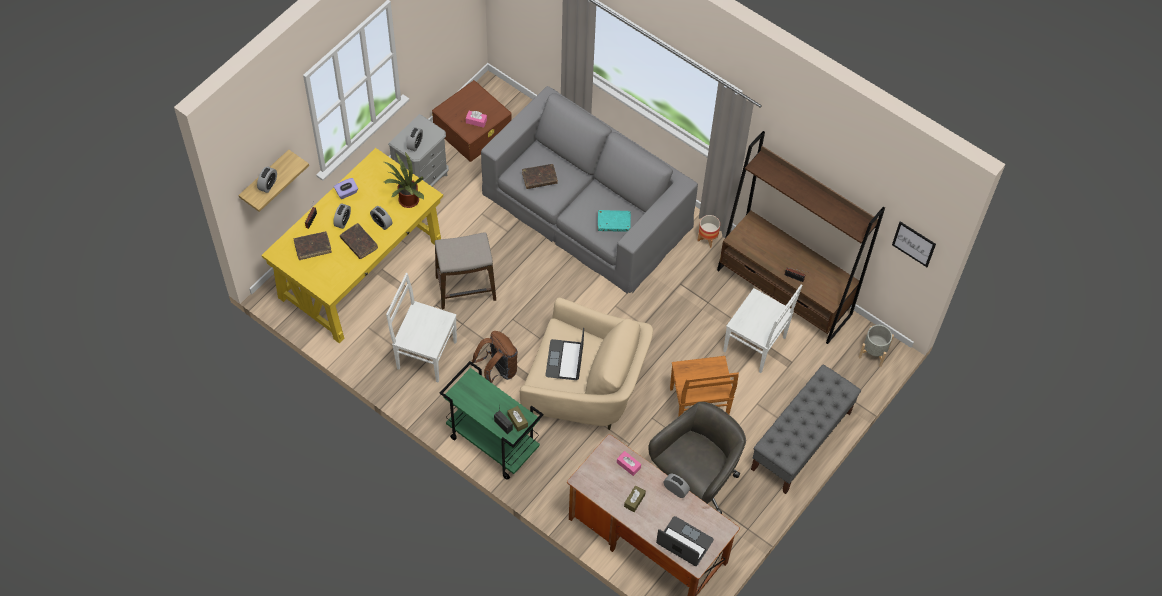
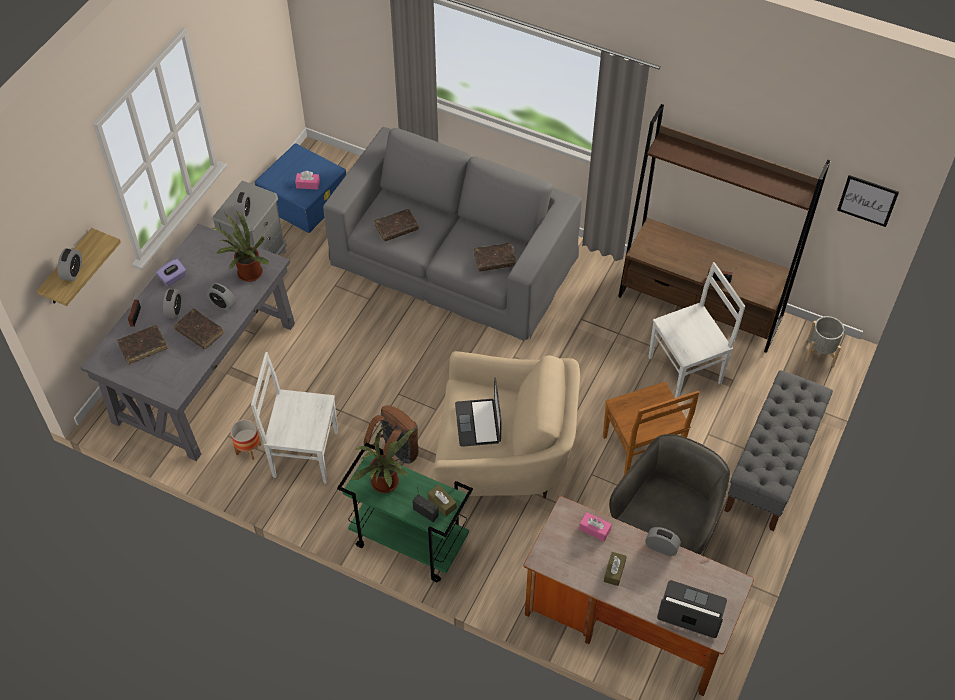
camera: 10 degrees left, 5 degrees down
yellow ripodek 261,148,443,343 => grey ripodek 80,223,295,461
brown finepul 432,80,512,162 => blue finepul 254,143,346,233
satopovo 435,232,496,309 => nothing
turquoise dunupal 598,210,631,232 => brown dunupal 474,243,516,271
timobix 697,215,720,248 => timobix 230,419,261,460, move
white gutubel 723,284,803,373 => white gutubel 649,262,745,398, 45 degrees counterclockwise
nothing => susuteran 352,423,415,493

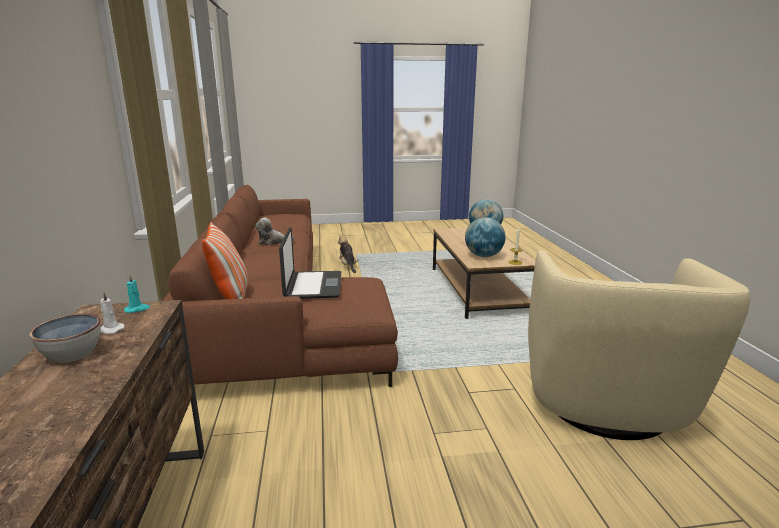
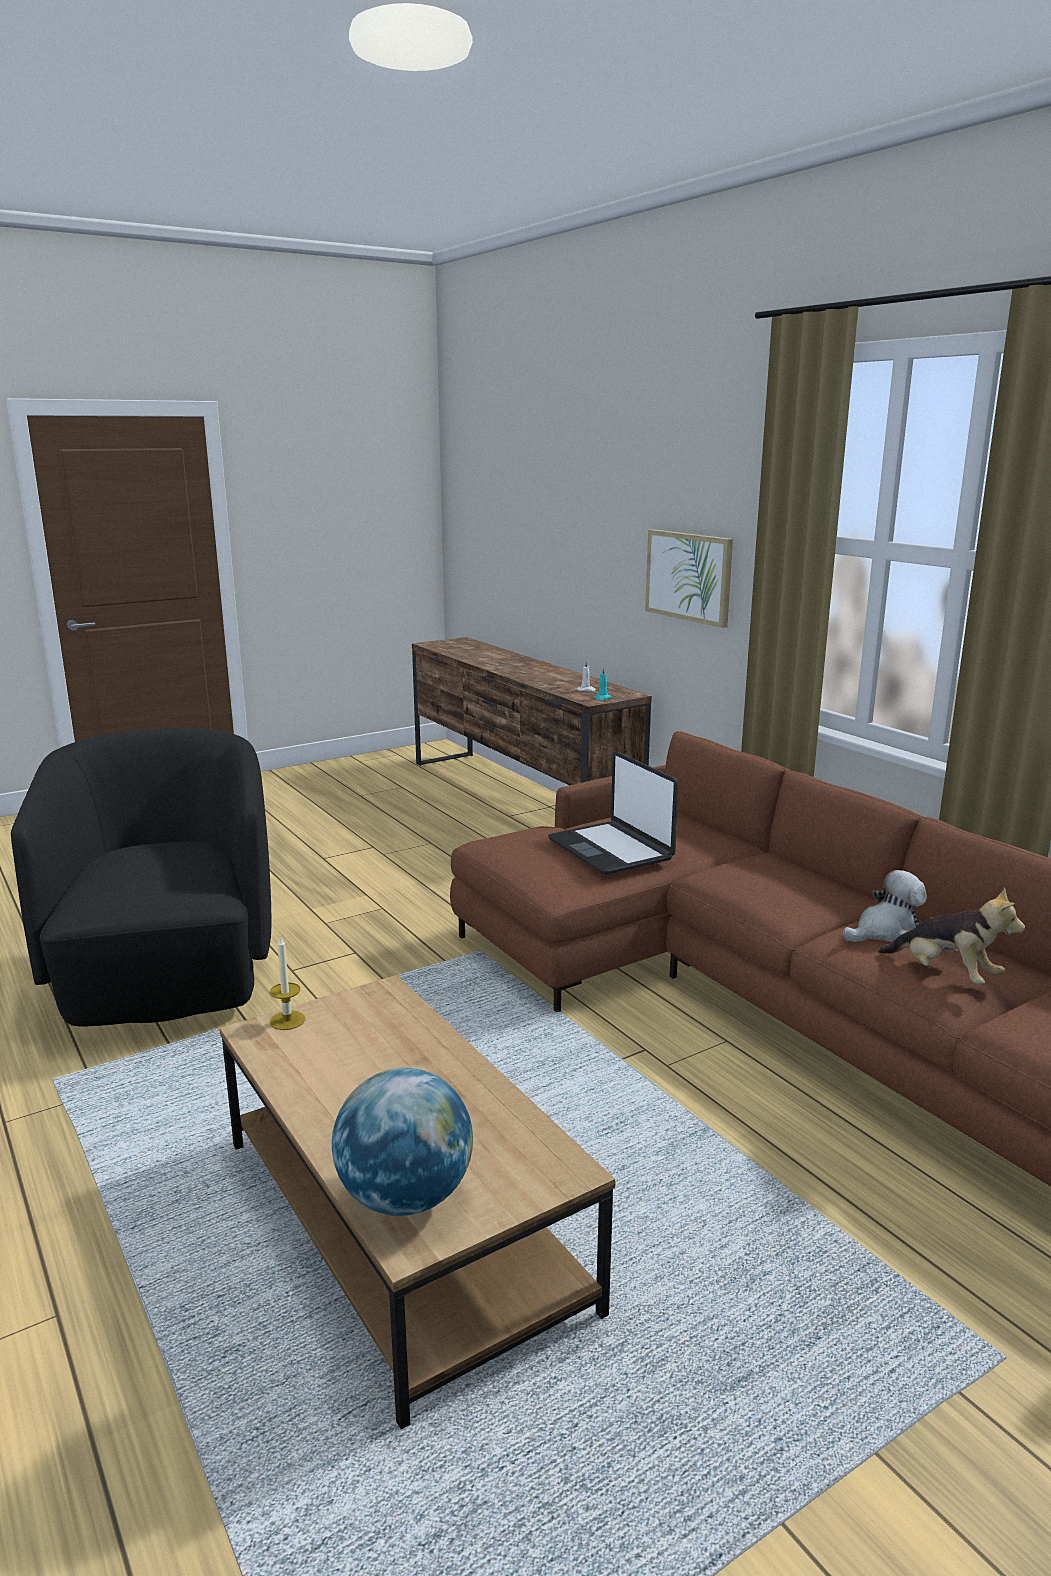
camera: 155 degrees right, 0 degrees up
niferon 29,314,101,363 => nothing
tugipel 202,222,248,299 => nothing
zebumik 338,233,359,273 => zebumik 878,887,1025,984, move
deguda 465,217,506,257 => nothing
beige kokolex 528,250,750,440 => black kokolex 11,728,271,1026
nothing => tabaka 645,529,733,628

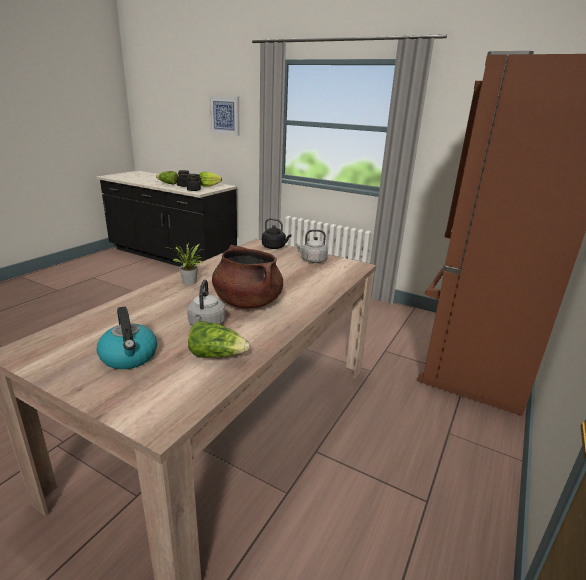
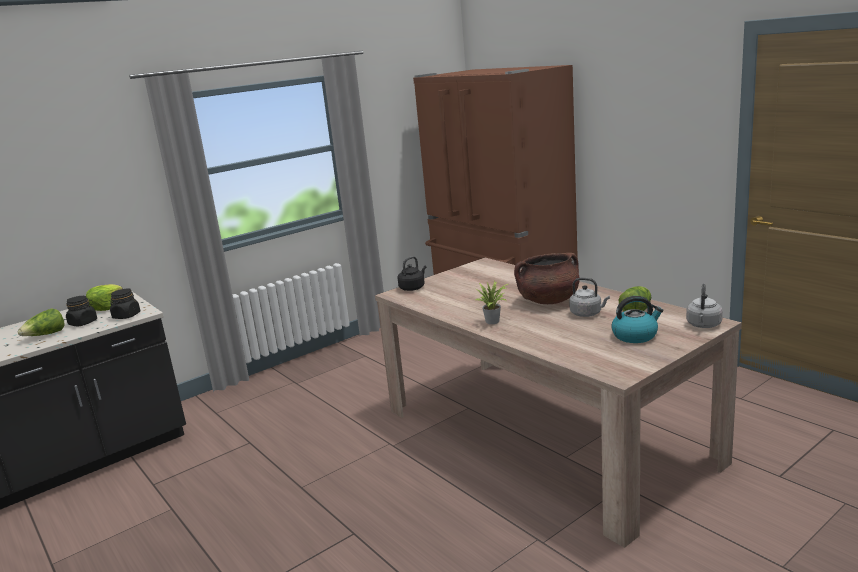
camera: 65 degrees left, 5 degrees down
tabaka 209,95,240,136 => nothing
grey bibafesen 295,229,328,263 => grey bibafesen 686,284,723,328, move

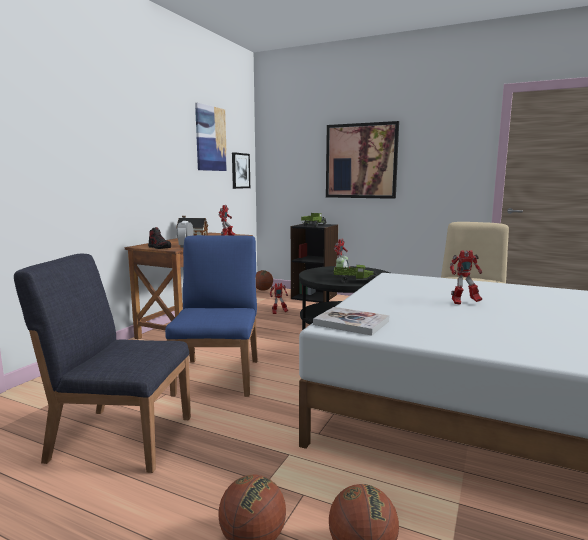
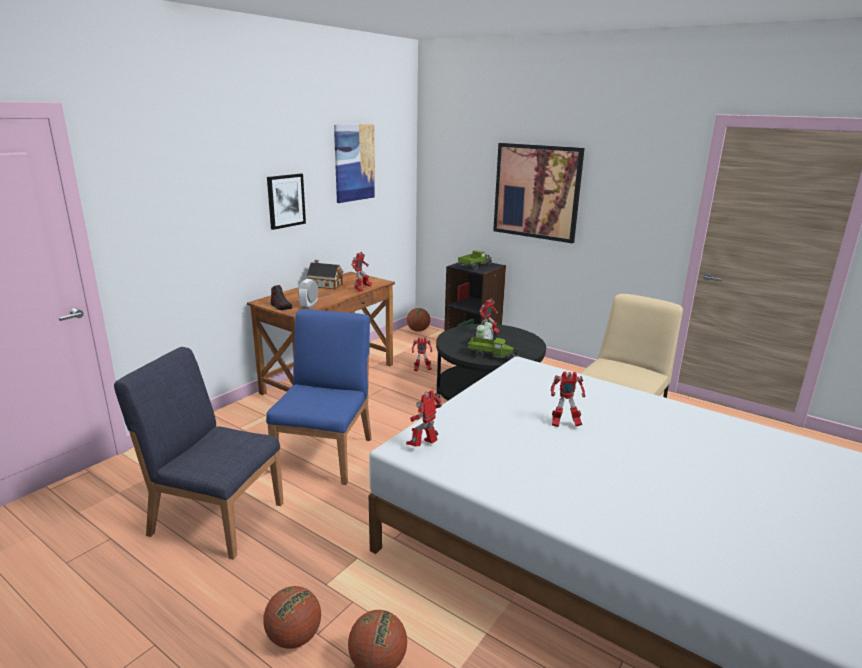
camera: 10 degrees right, 10 degrees up
tabaka 232,152,250,189 => tabaka 267,173,306,230, move
dunupal 313,307,389,336 => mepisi 406,390,443,447

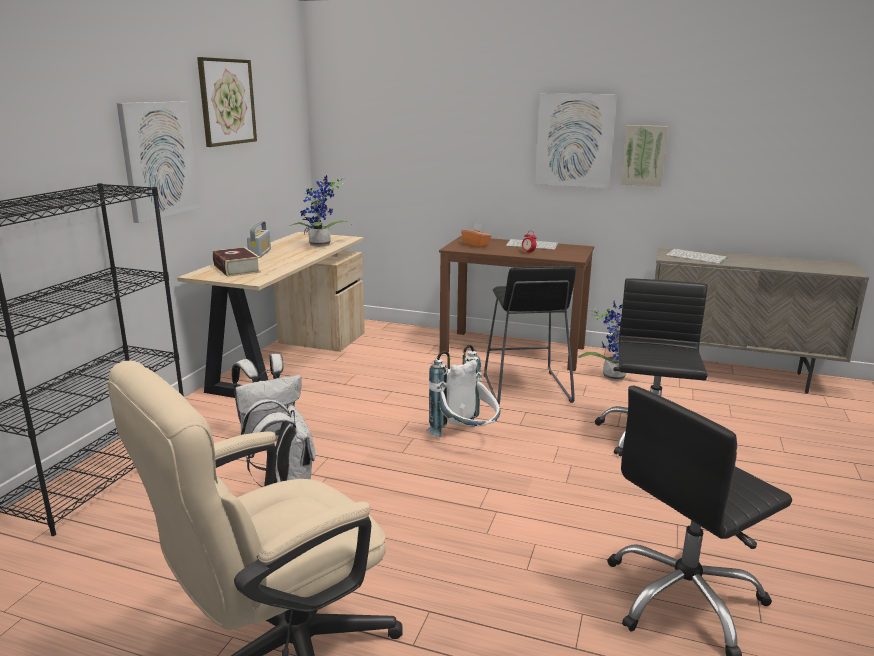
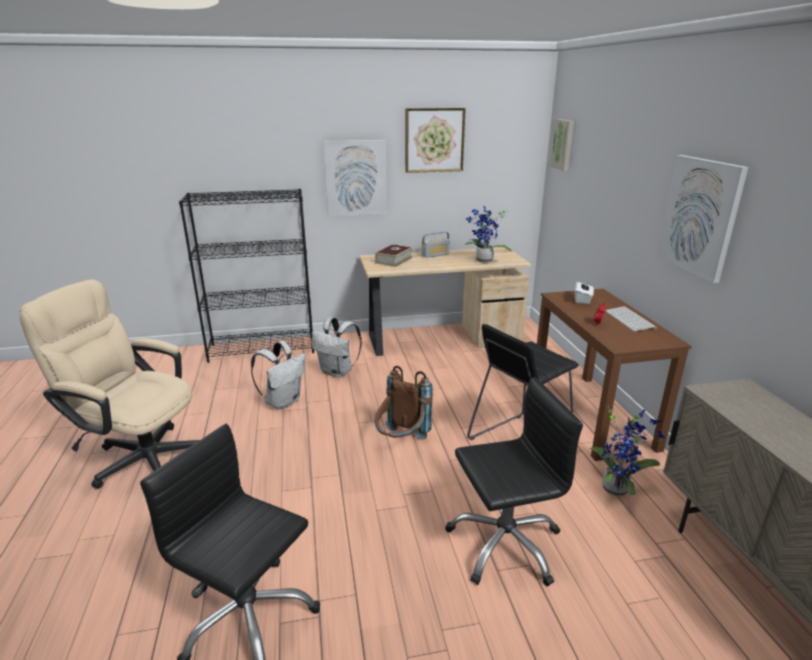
camera: 60 degrees right, 5 degrees up
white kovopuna 426,345,500,437 => brown kovopuna 375,366,433,440
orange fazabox 461,223,491,248 => white fazabox 575,280,594,304
tabaka 621,125,668,186 => tabaka 550,119,574,171, move
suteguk 666,249,728,264 => nothing

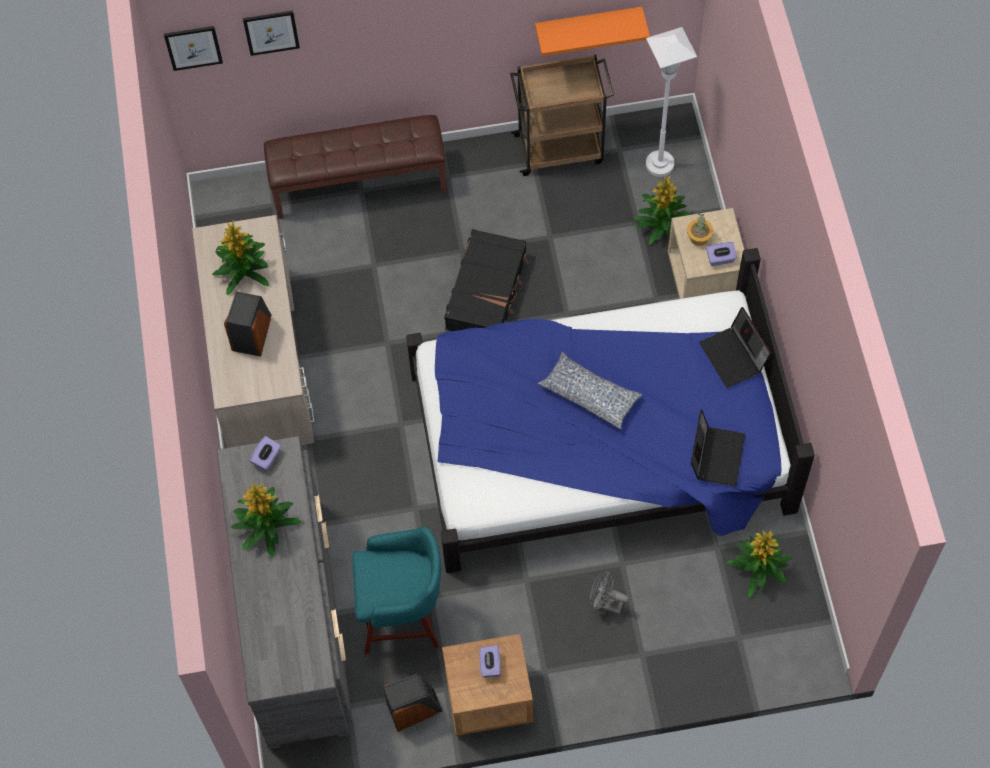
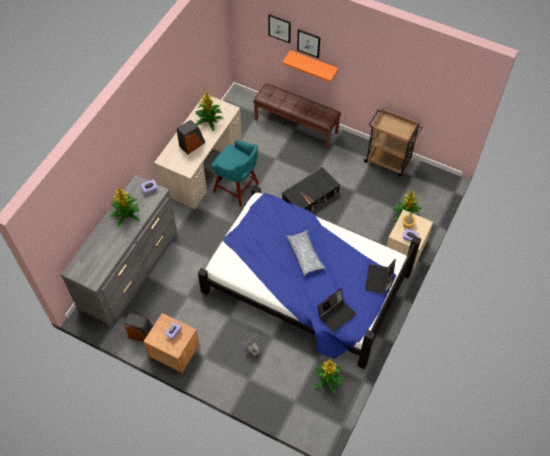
camera: 35 degrees right, 5 degrees down
tabaka 164,26,223,71 => tabaka 297,29,321,58, move
turquoise satopovo 352,526,441,654 => turquoise satopovo 211,140,259,207, move
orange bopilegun 535,7,650,56 => orange bopilegun 282,50,339,82, move
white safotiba 646,27,697,177 => nothing

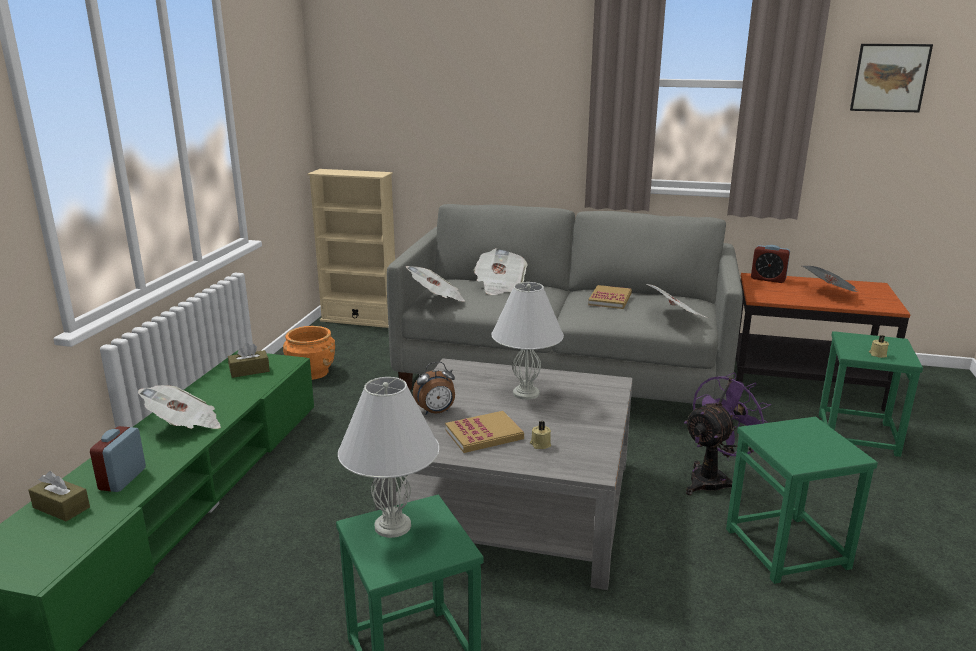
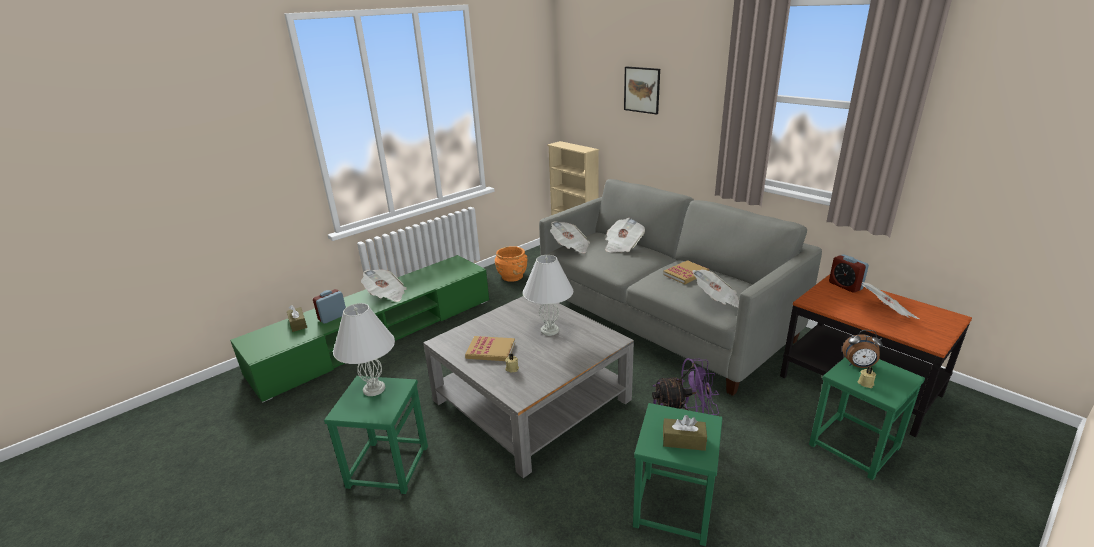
camera: 35 degrees right, 5 degrees up
brown fazabox 228,343,270,378 => brown fazabox 663,415,707,451, move
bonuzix 413,362,455,415 => bonuzix 842,330,883,368, move
tabaka 850,44,933,112 => tabaka 624,67,660,115, move

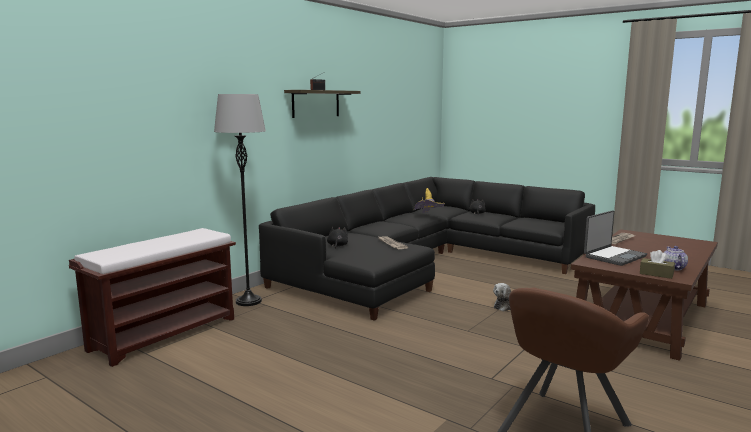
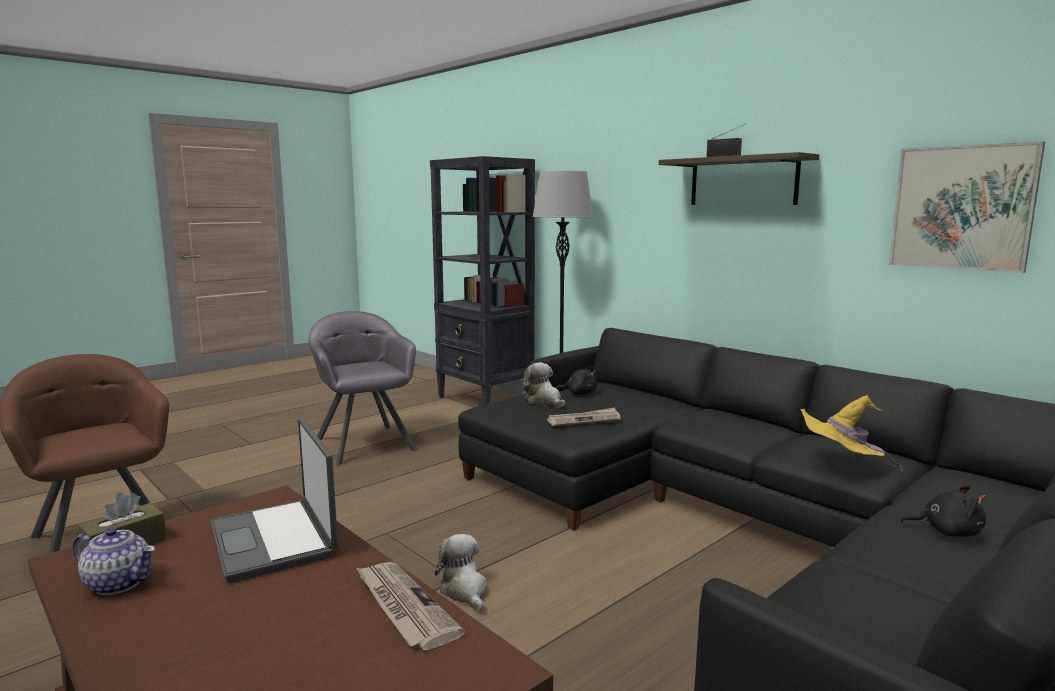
camera: 100 degrees right, 0 degrees up
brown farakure 69,228,236,367 => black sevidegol 430,156,535,405
nothing => grey kokolex 309,311,418,466
nothing => zebumik 524,362,565,408
nothing => tabaka 889,141,1045,273

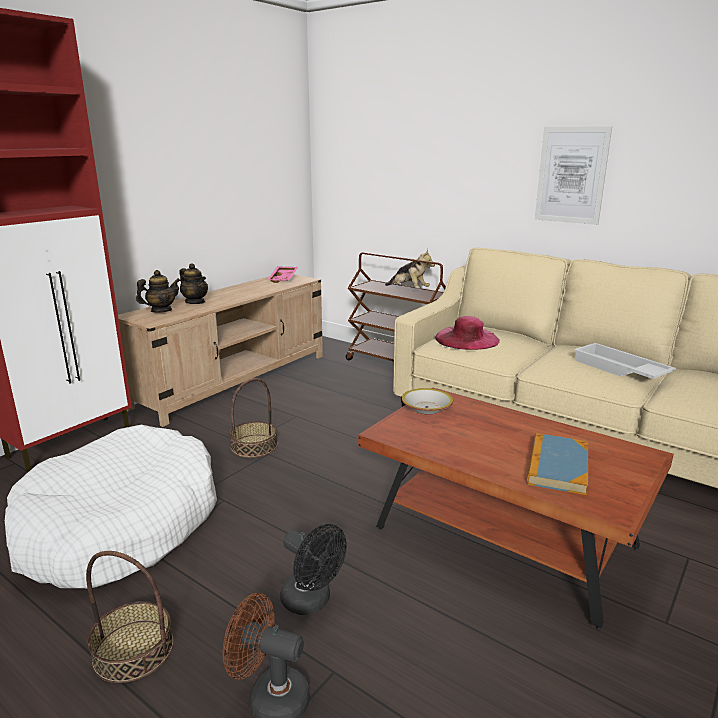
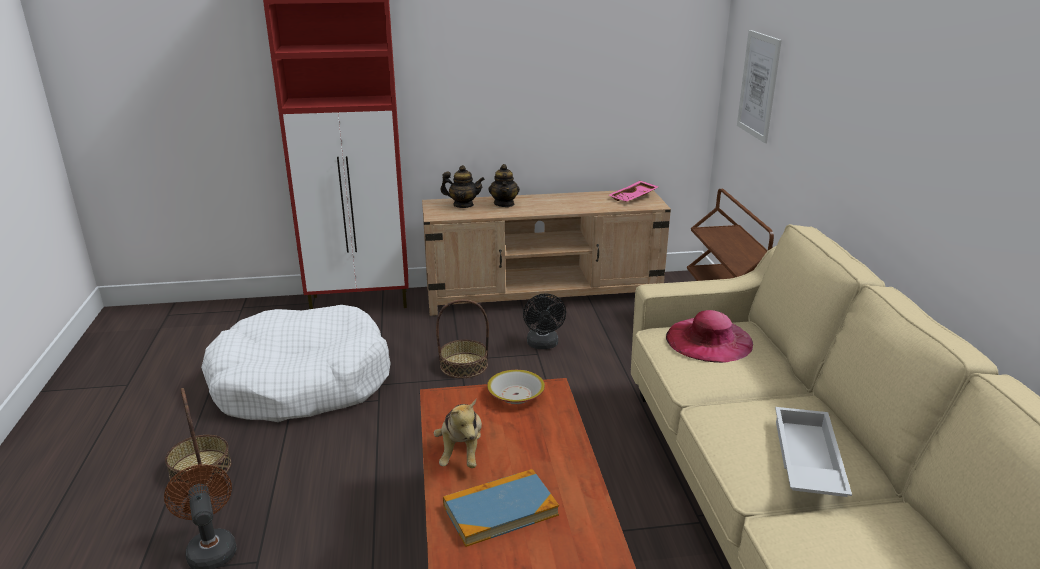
camera: 45 degrees right, 5 degrees up
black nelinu 280,524,347,615 => black nelinu 523,294,566,349, move
zebumik 385,249,435,288 => zebumik 434,399,482,468, move
tabaka 535,126,612,225 => tabaka 737,30,782,143, move

